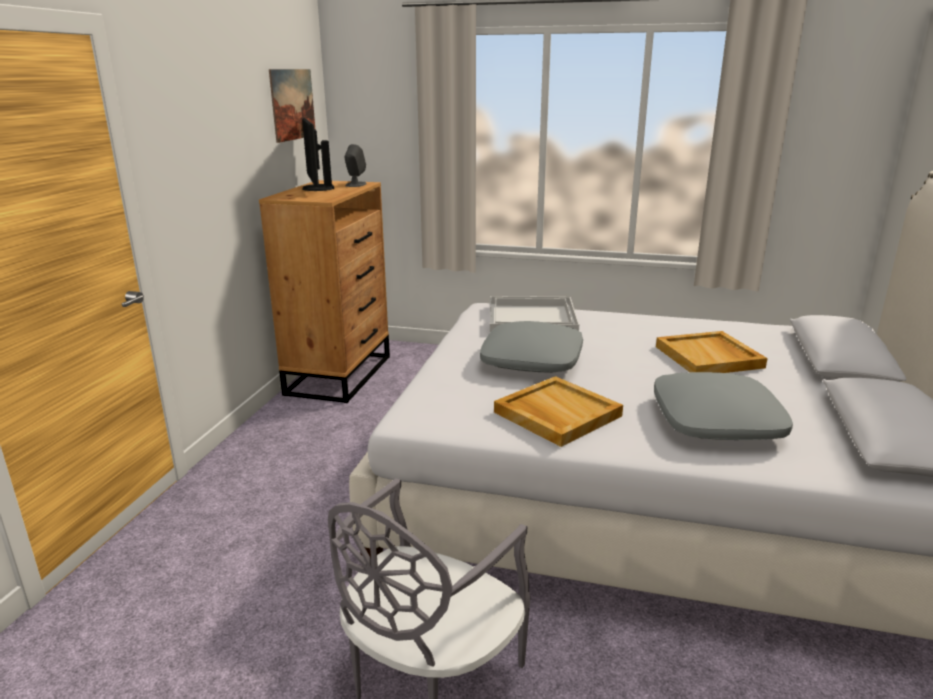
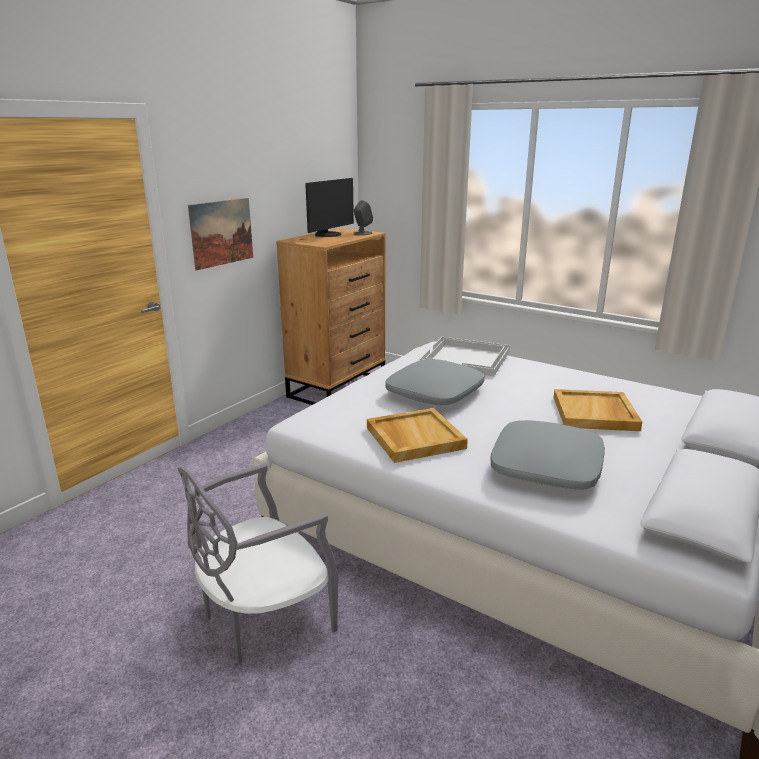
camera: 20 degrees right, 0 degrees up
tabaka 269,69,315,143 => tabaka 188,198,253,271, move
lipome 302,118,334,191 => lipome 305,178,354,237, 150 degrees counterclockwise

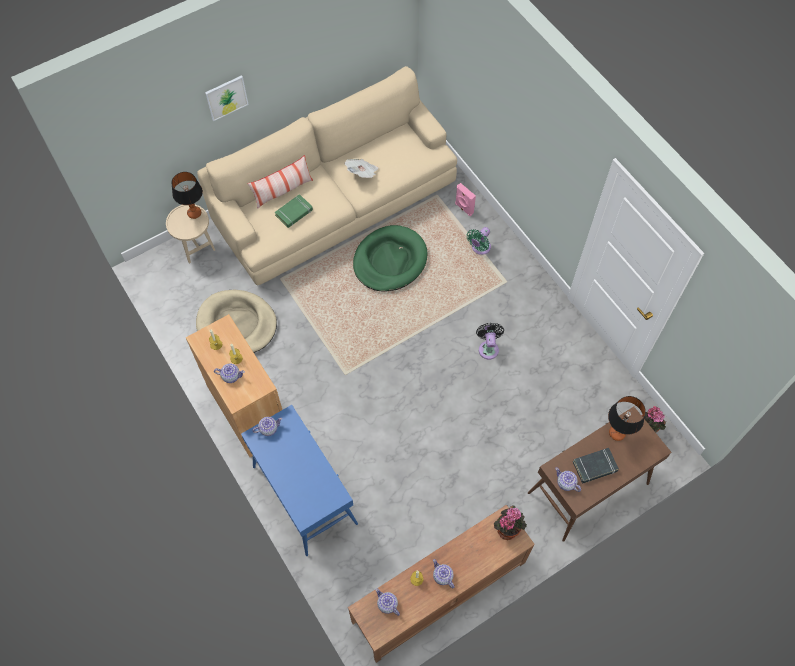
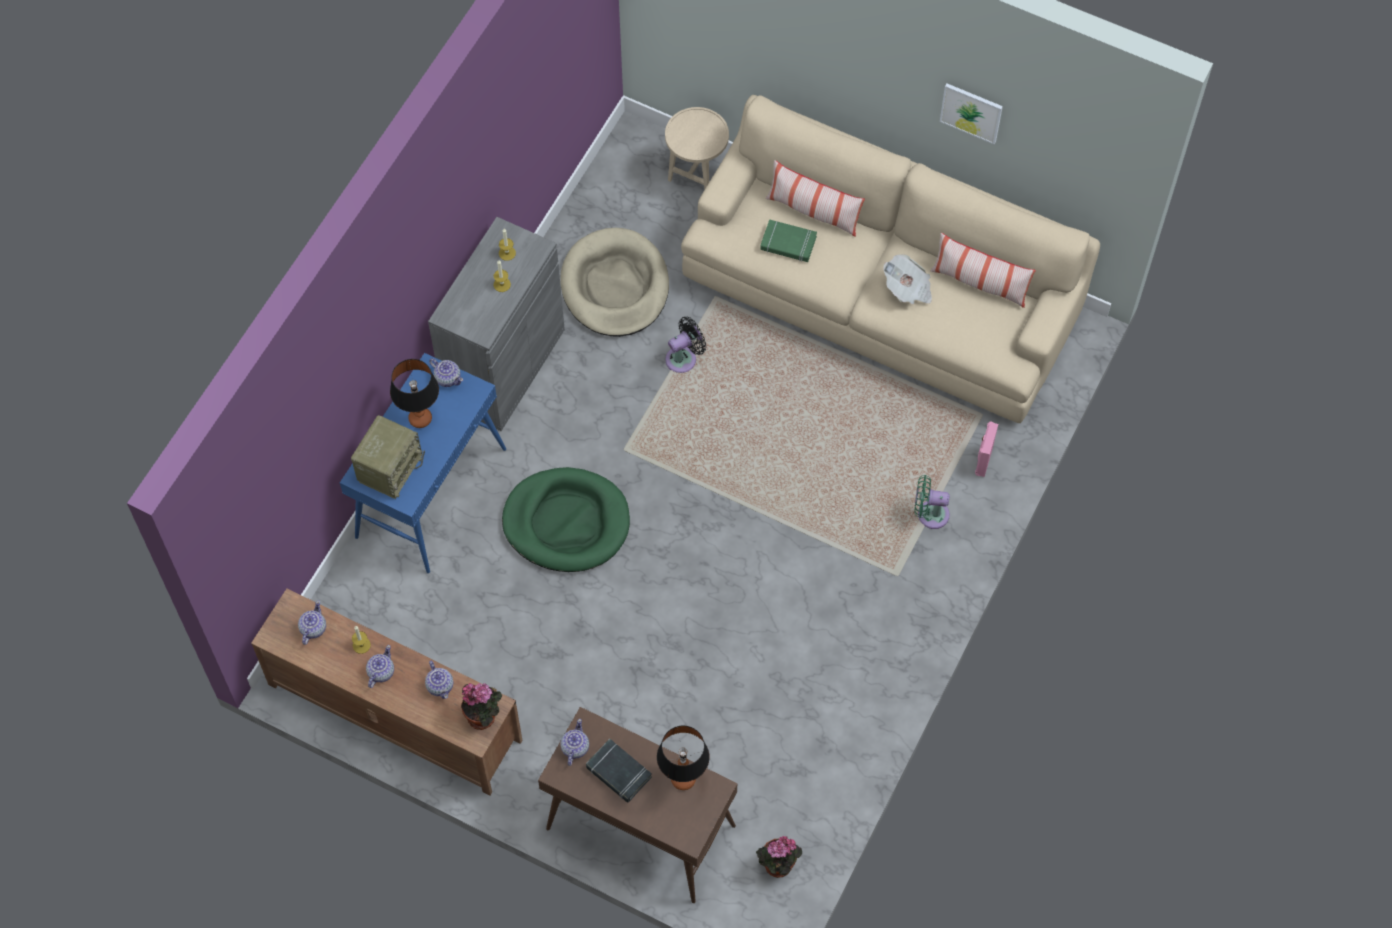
camera: 60 degrees right, 0 degrees up
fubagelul 171,172,203,219 => fubagelul 390,359,439,428, move
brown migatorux 186,314,282,457 => grey migatorux 428,217,565,431
tabaka 205,75,249,121 => tabaka 940,83,1003,144, move
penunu 214,364,245,383 => penunu 425,661,453,699, move
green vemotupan 353,225,428,292 => green vemotupan 502,467,630,572, move
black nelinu 476,323,504,360 => black nelinu 666,316,706,373, move
nothing => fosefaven 351,415,425,499
nothing => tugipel 931,233,1036,308

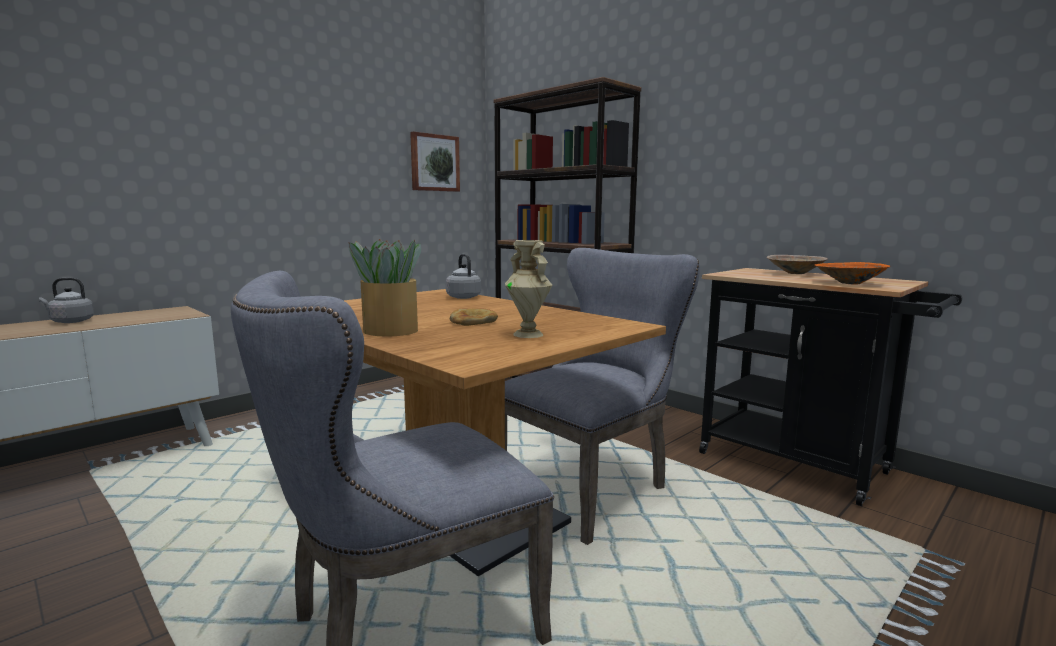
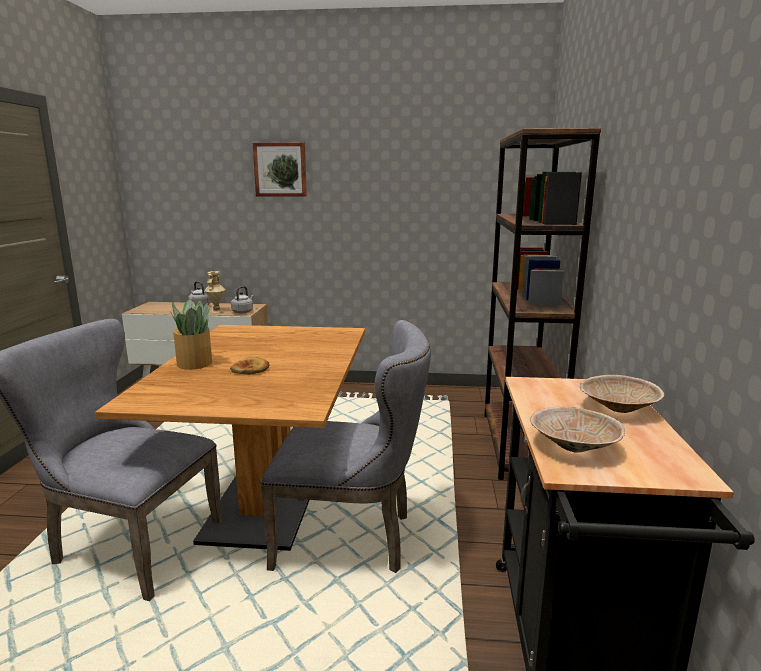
camera: 50 degrees right, 5 degrees up
tabaka 410,131,460,192 => tabaka 253,143,307,197, move
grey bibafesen 446,254,481,299 => grey bibafesen 231,286,254,314, move
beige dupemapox 505,240,553,338 => beige dupemapox 204,271,226,313, move
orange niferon 815,262,890,284 => beige niferon 530,407,625,453

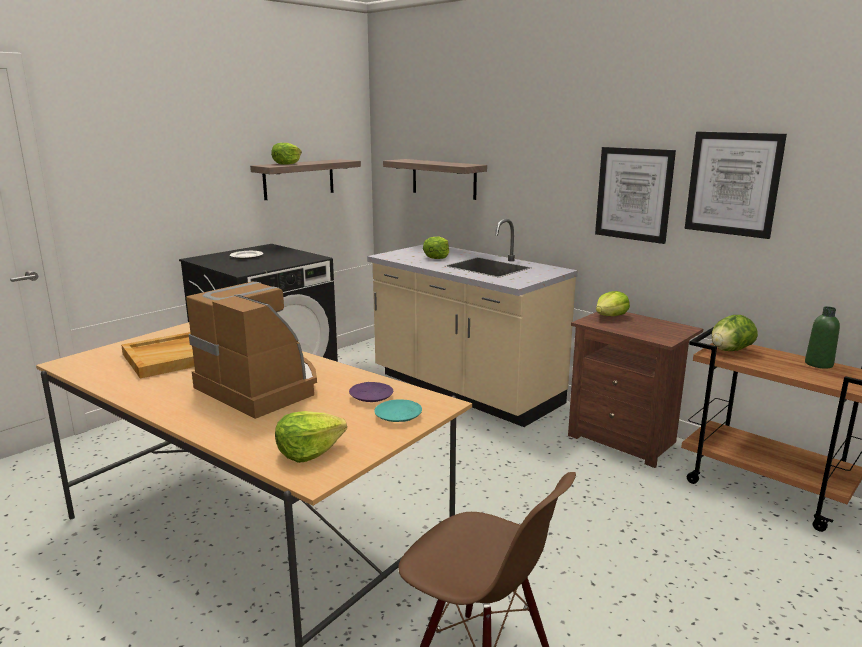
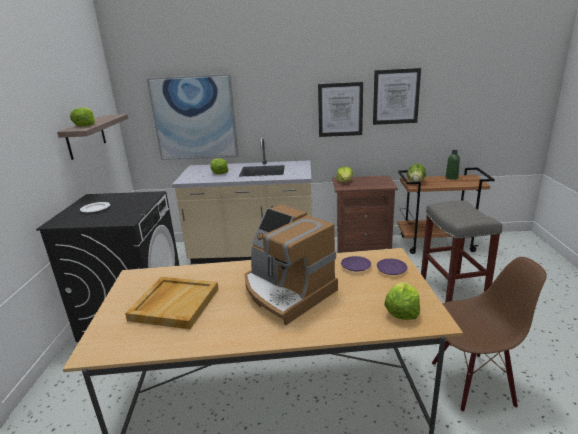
camera: 40 degrees left, 5 degrees up
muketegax 186,281,317,419 => muketegax 244,204,338,325, 135 degrees counterclockwise
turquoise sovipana 374,399,422,422 => purple sovipana 377,259,407,275
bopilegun 383,159,487,200 => tabaka 146,74,239,160
nothing => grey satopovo 421,200,503,302

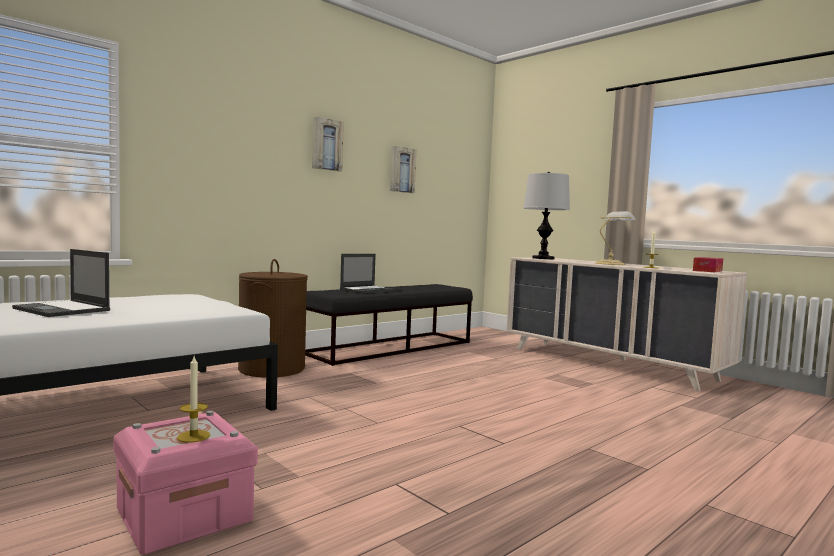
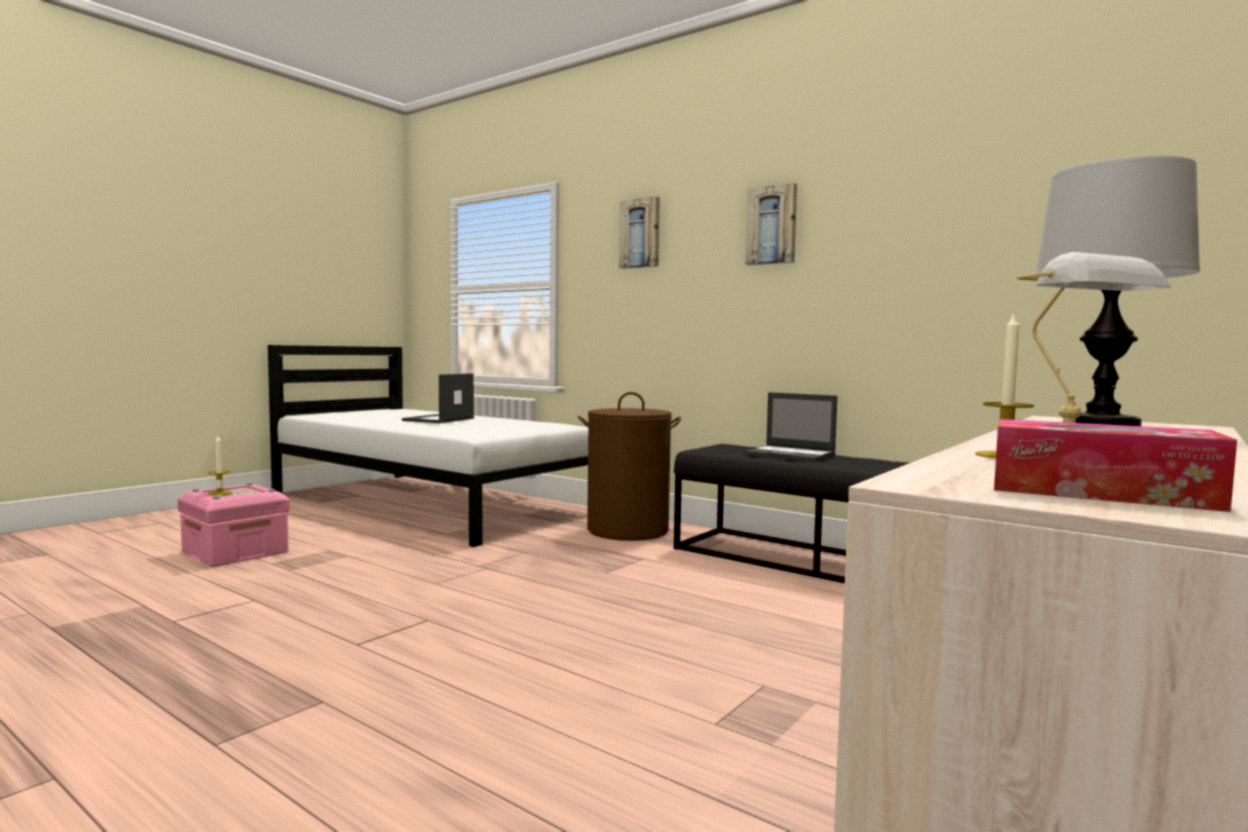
camera: 80 degrees right, 0 degrees up
tabaka 390,146,416,193 => tabaka 619,196,660,269, move

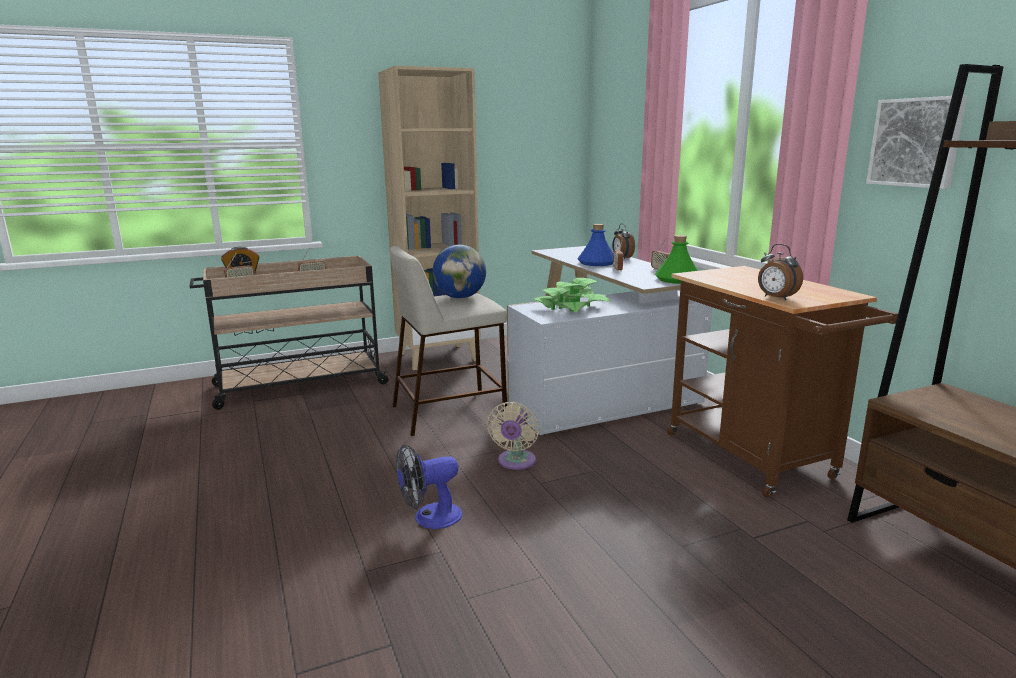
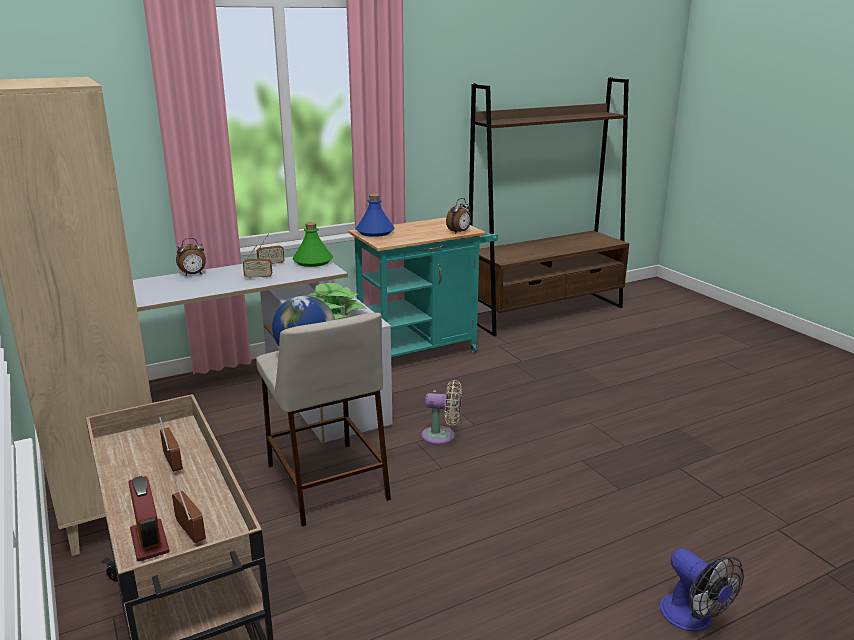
camera: 95 degrees left, 5 degrees up
nelinu 396,444,462,529 => nelinu 660,548,744,632, move
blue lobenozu 577,224,614,266 => blue lobenozu 356,194,395,237, move
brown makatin 668,266,898,498 => turquoise makatin 349,217,498,357
tabaka 866,95,967,189 => nothing

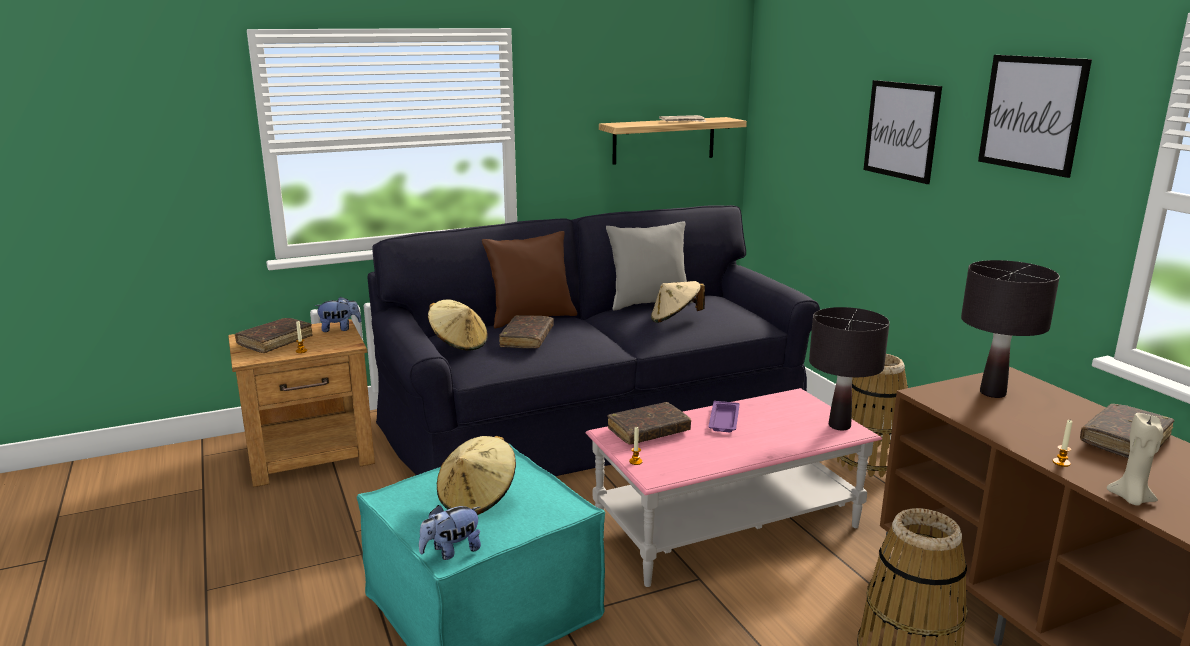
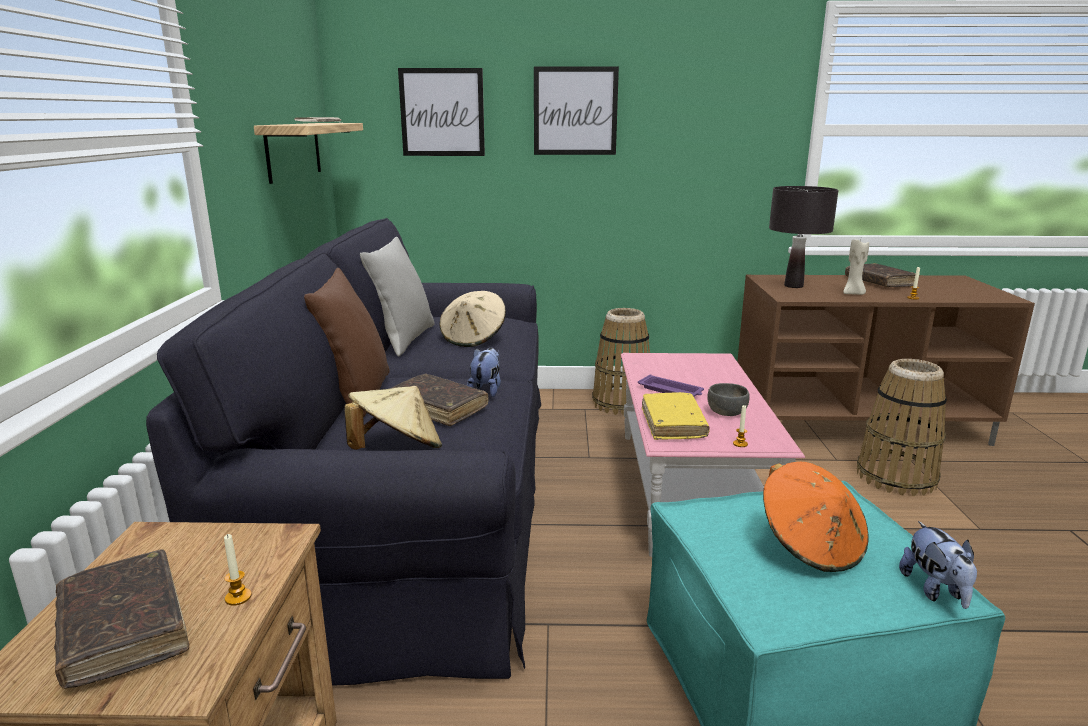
camera: 65 degrees left, 0 degrees up
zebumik 315,297,361,332 => zebumik 467,347,501,397, move
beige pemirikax 437,436,516,515 => orange pemirikax 763,462,868,572
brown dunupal 607,402,691,445 => yellow dunupal 642,392,710,440
black fubagelul 809,307,890,431 => nothing
tabaka 978,55,1092,178 => tabaka 398,68,485,156, move
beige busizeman 1107,413,1163,506 => beige busizeman 843,239,869,295, move
nothing => grey niferon 708,383,750,416

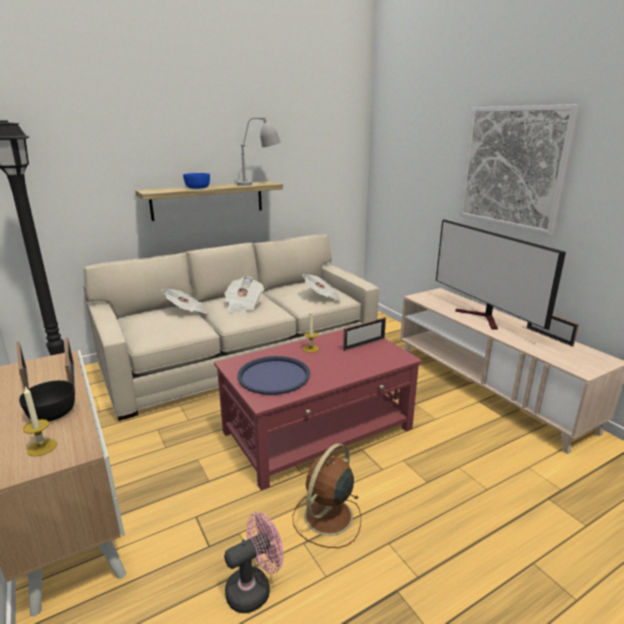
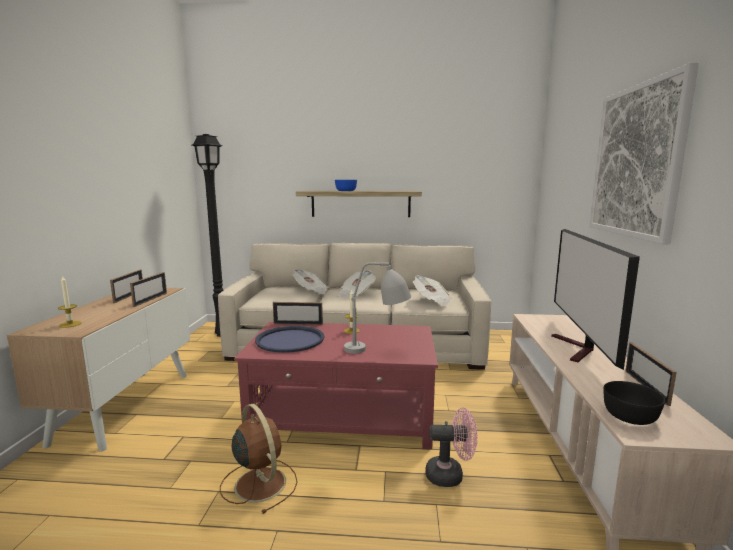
camera: 35 degrees right, 10 degrees down
black niferon 19,380,75,421 => black niferon 603,381,665,425, move
pink nelinu 224,512,283,613 => pink nelinu 426,408,477,487, move
grey fubagelul 237,117,281,186 => grey fubagelul 344,262,411,354, move
brown nelinu 293,443,361,548 => brown nelinu 220,404,298,514, 75 degrees clockwise
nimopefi 343,317,386,351 => nimopefi 273,302,323,325, move

